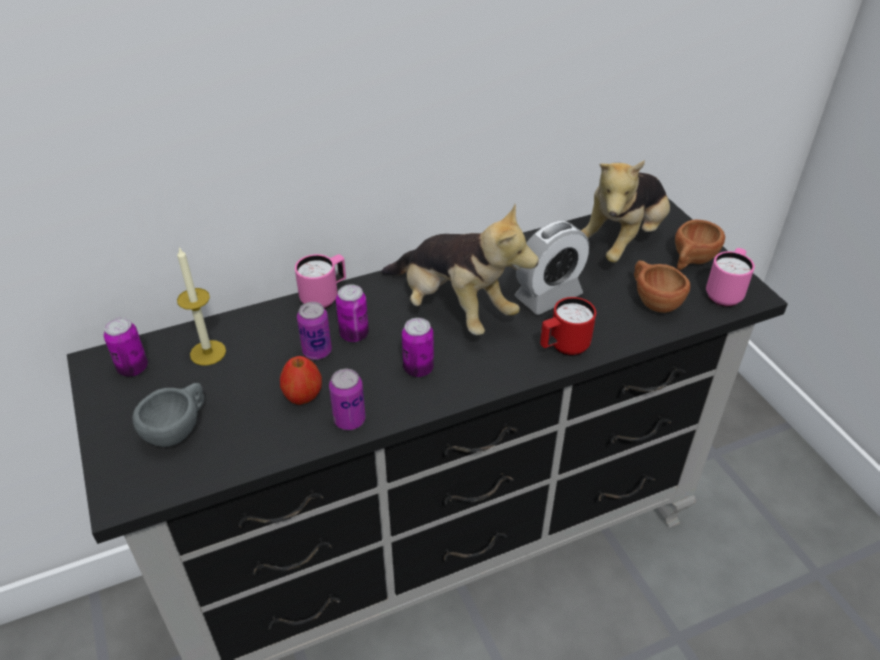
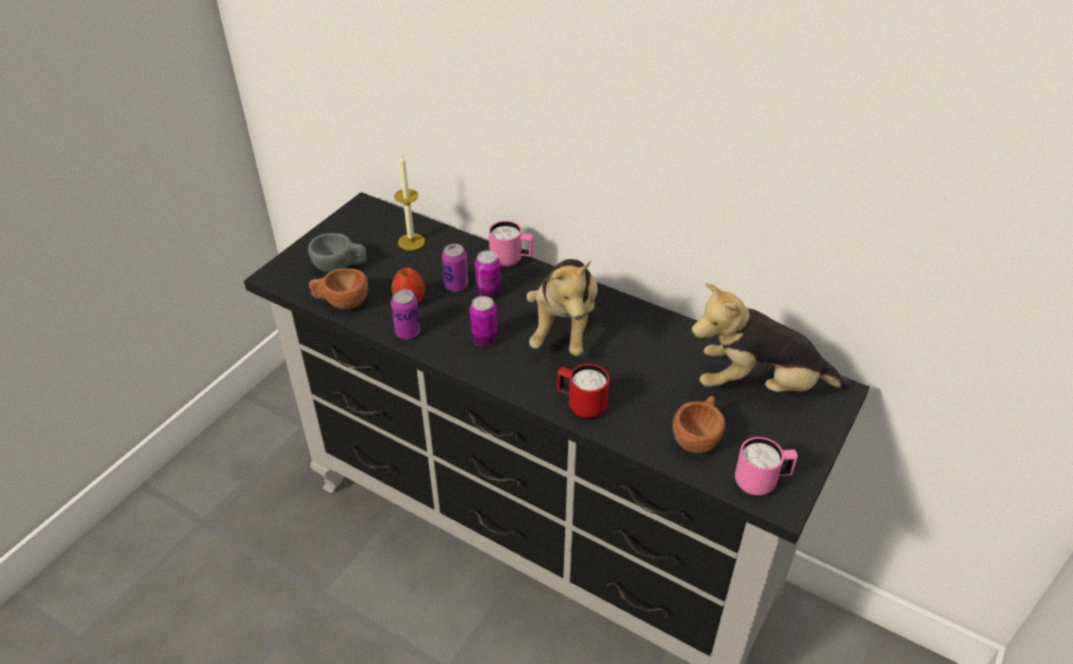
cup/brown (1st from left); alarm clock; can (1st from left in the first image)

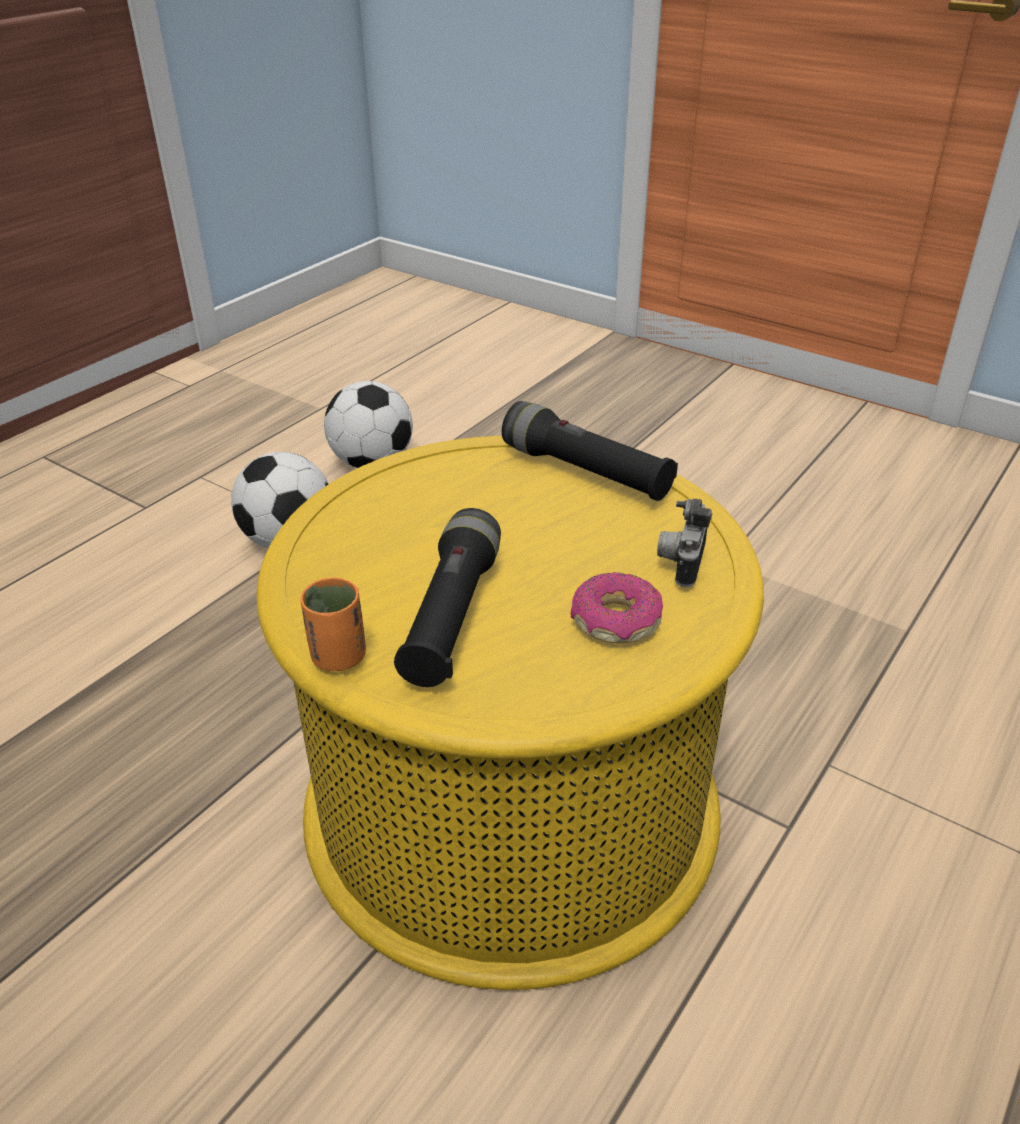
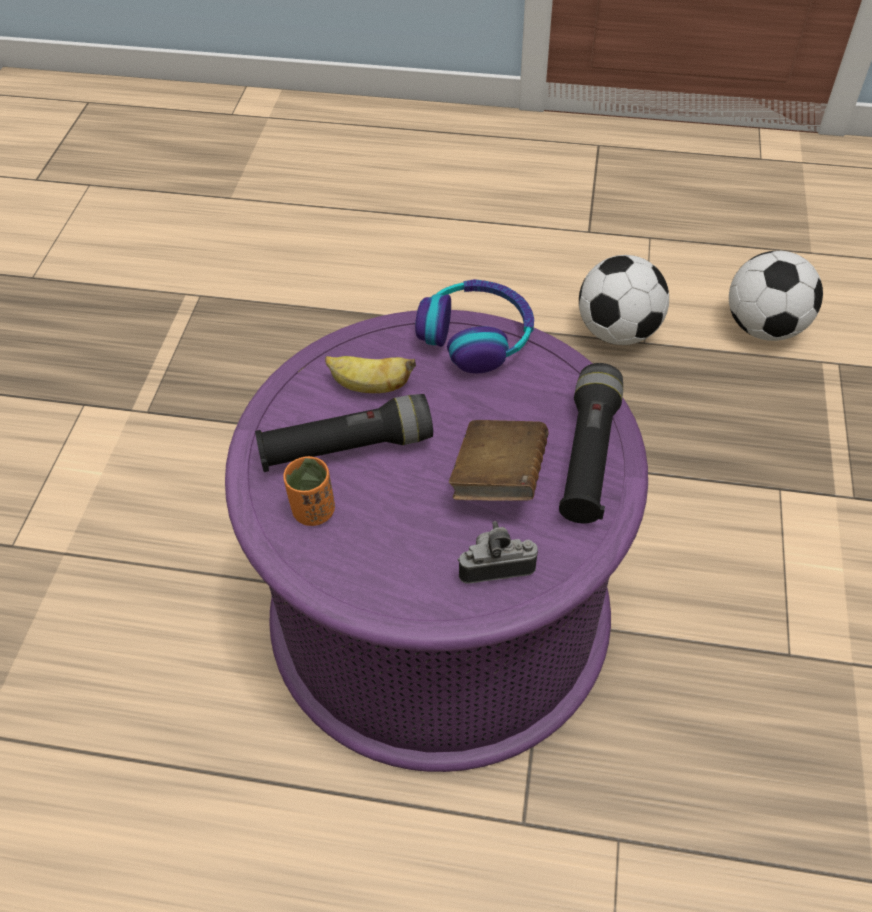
coffee table/purple; donut; cup/orange; headphones; banana; book/brown

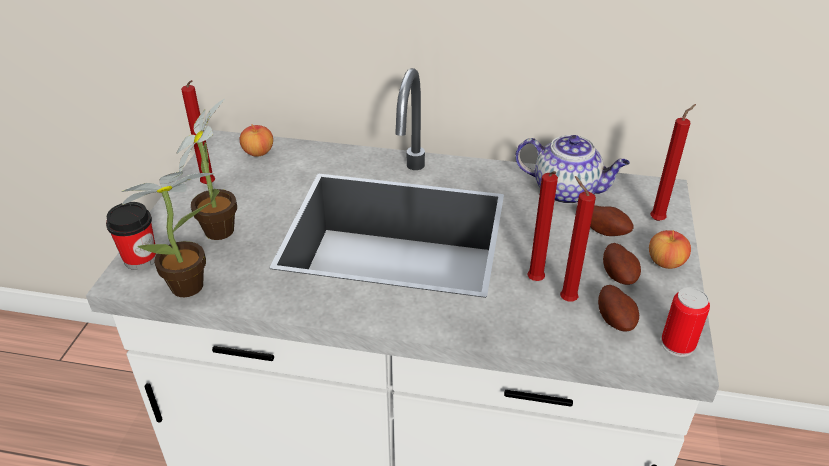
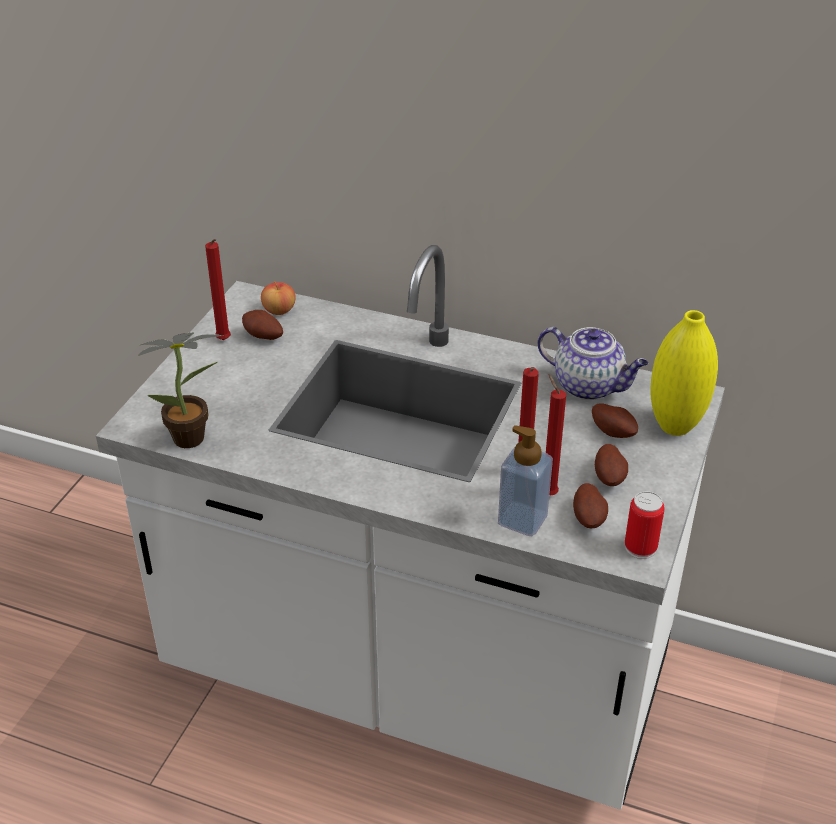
potted plant (2nd from left in the first image); vase/yellow; cup; apple (2nd from left in the first image); potato (1st from left); soap dispenser

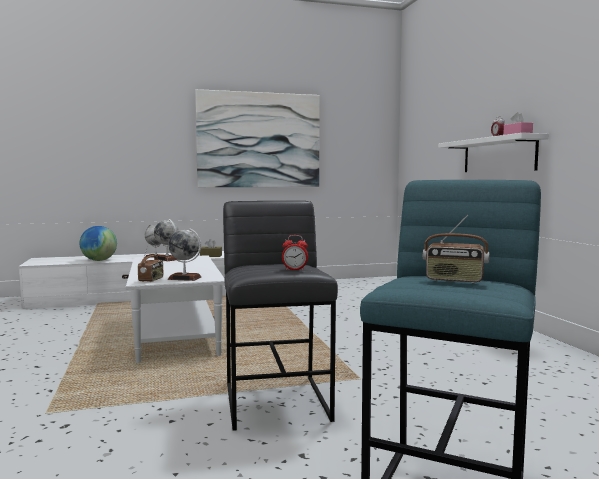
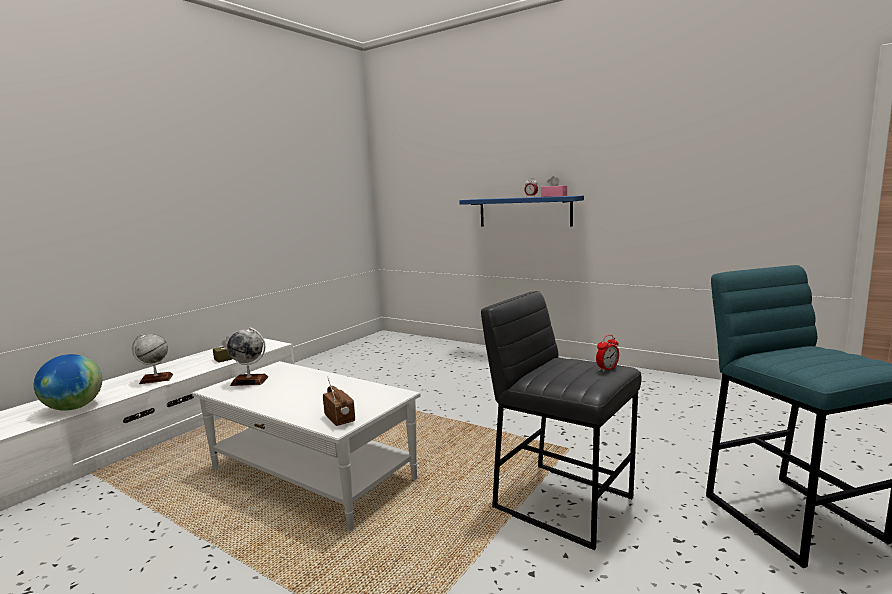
picture; shelf/blue; radio (2nd from left in the first image); globe (4th from left in the first image)

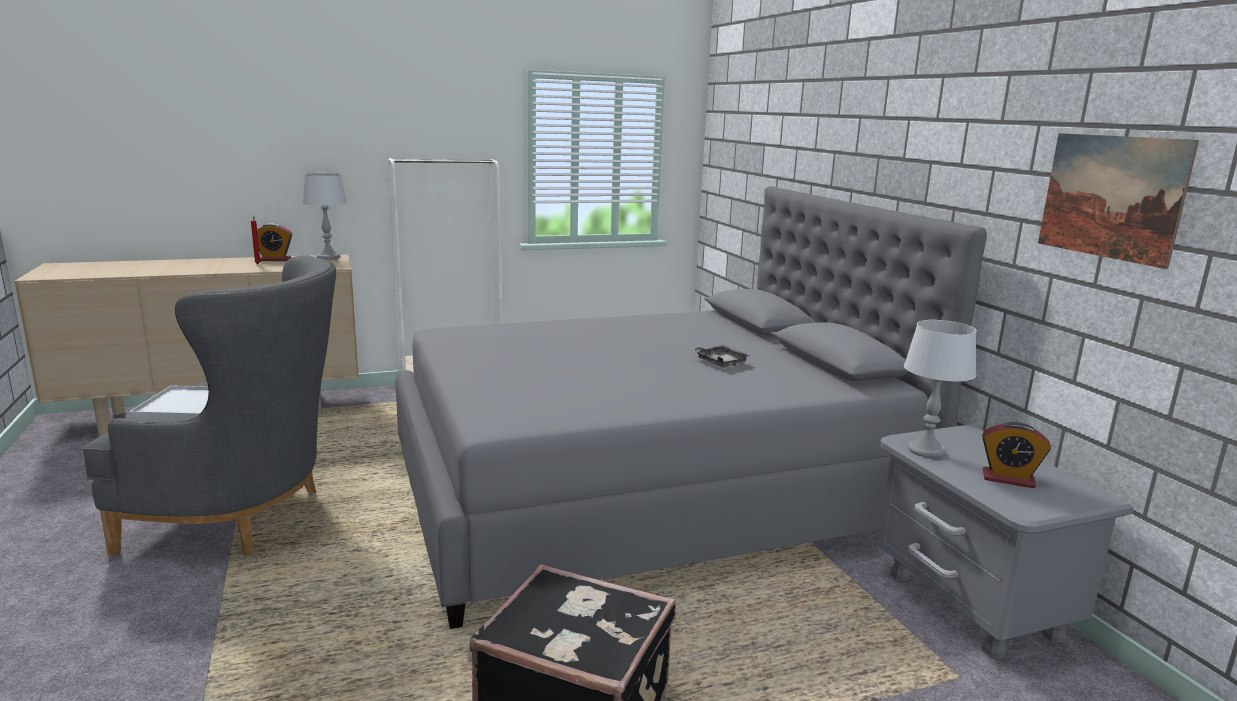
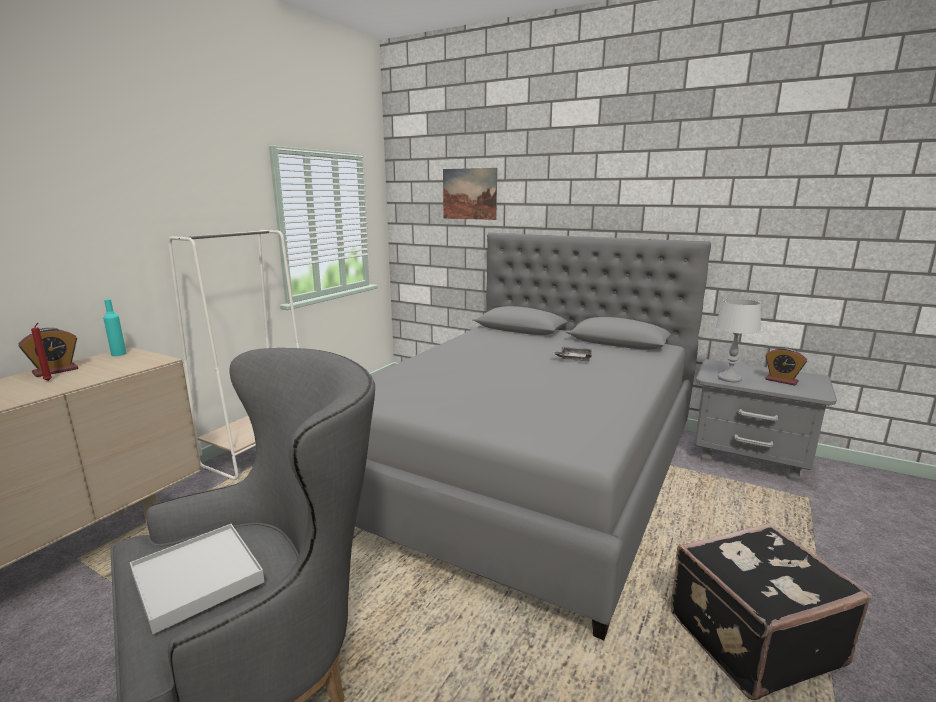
picture; bottle/turquoise; alarm clock (2nd from left)

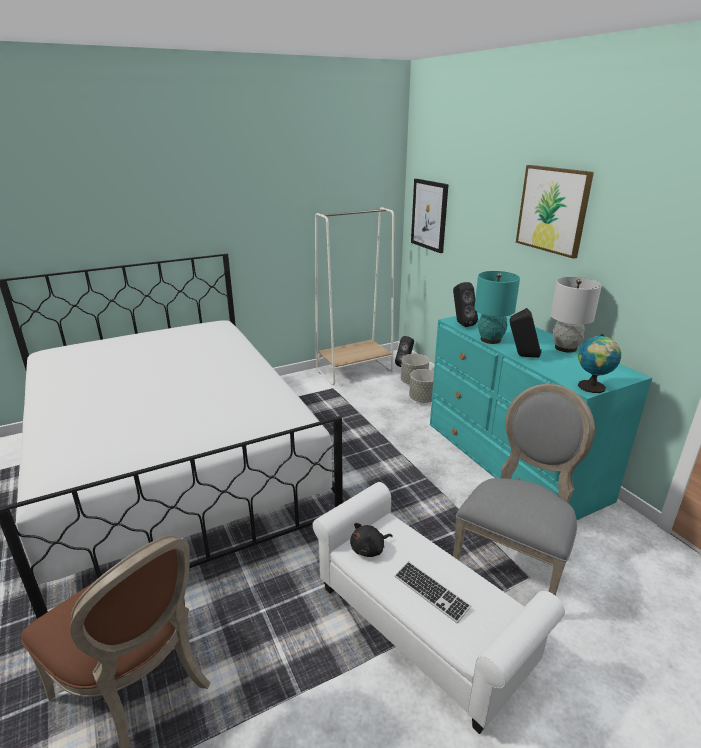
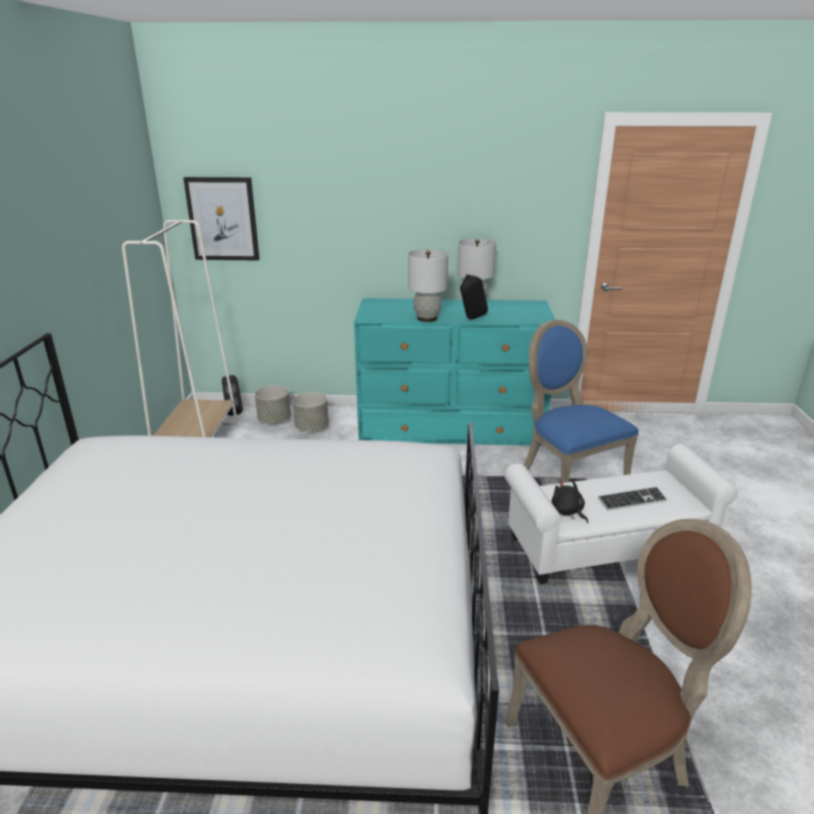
picture (2nd from left in the first image); table lamp/white (1st from left); speaker/black (2nd from left in the first image); globe; chair/blue; plush toy/black

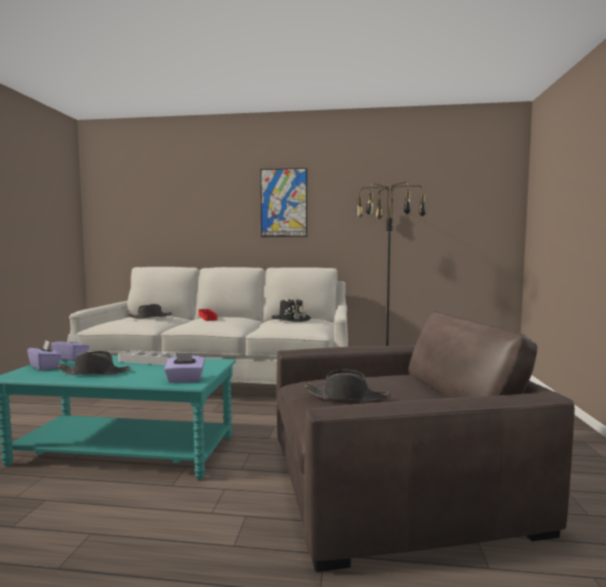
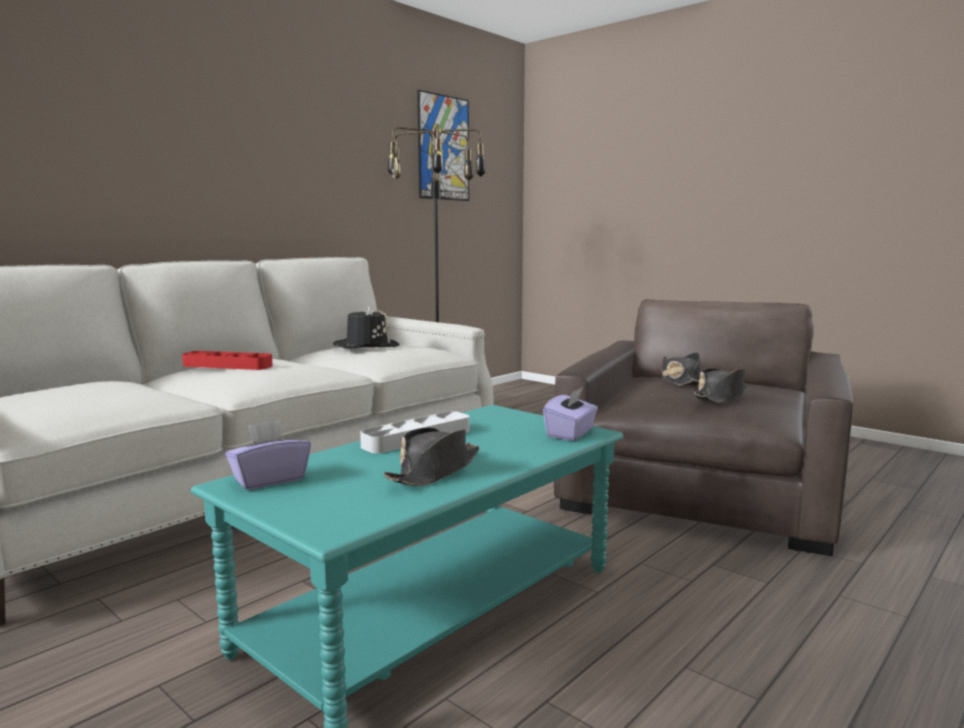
picture; hat/black (3rd from left); tissue box/purple (1st from left in the first image)

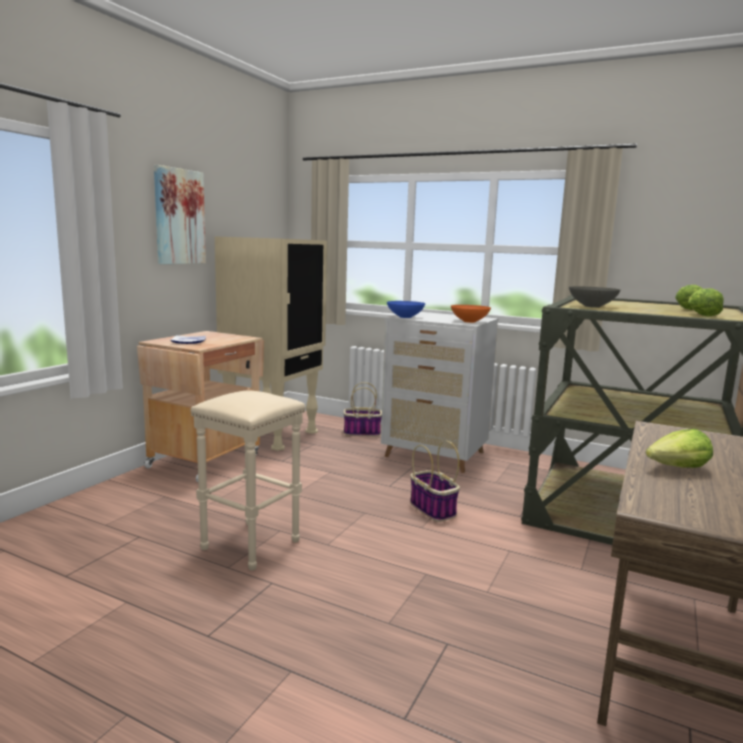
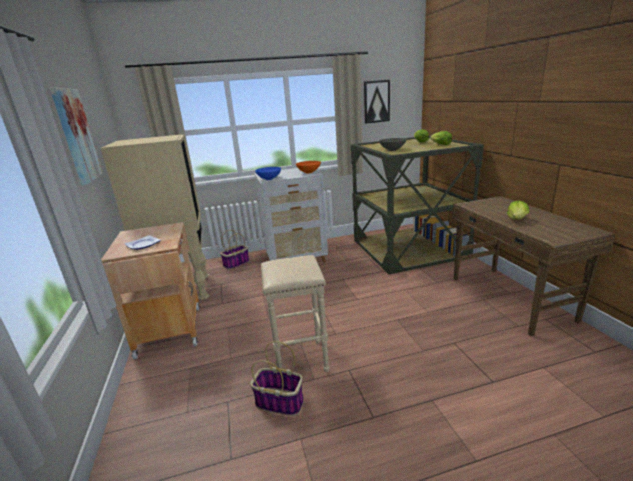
basket (2nd from left); picture (2nd from left)

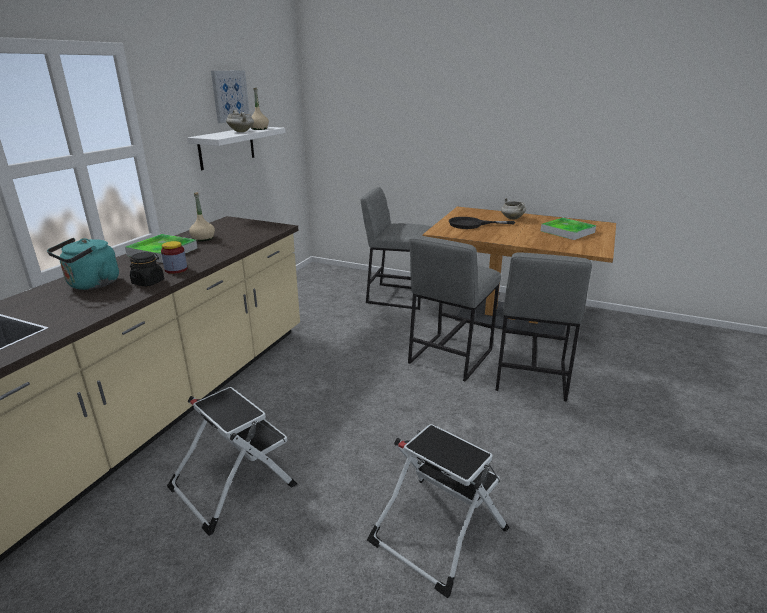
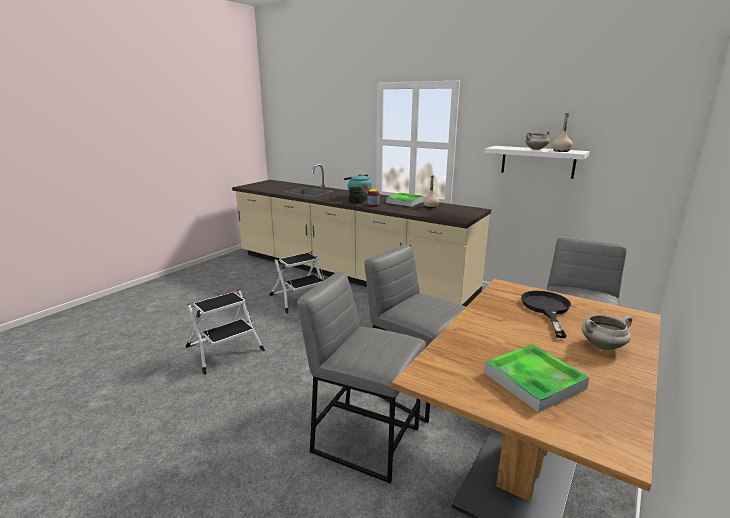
picture

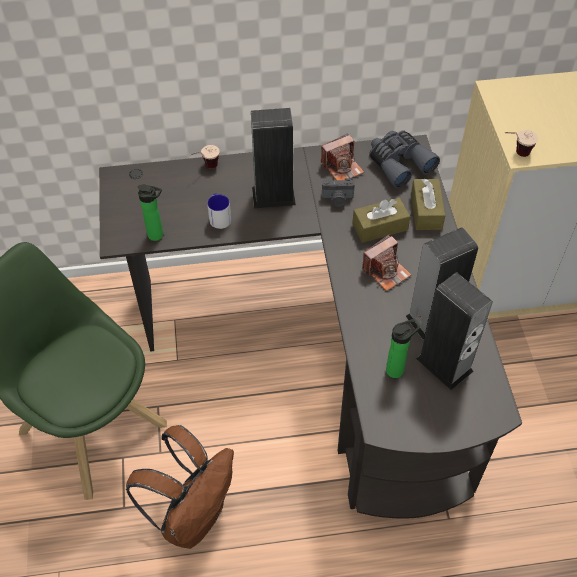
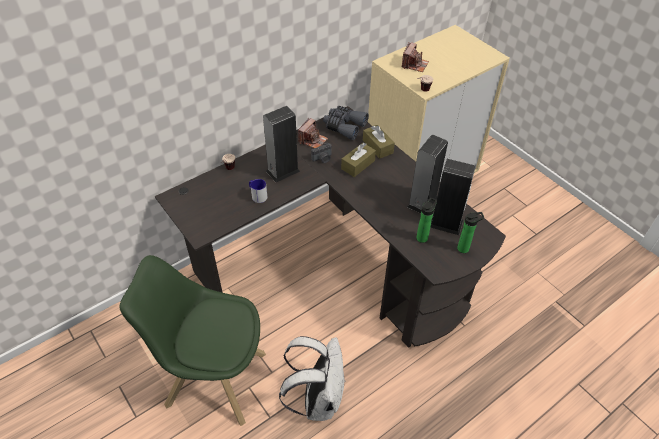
bottle (2nd from left); photo camera (3rd from left); backpack/white

